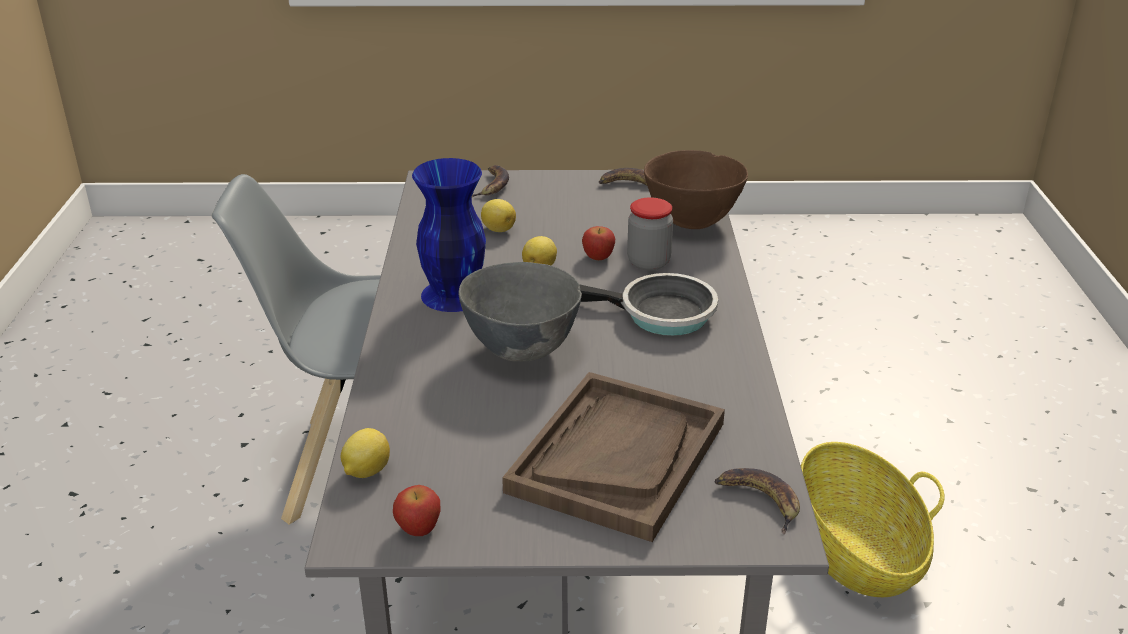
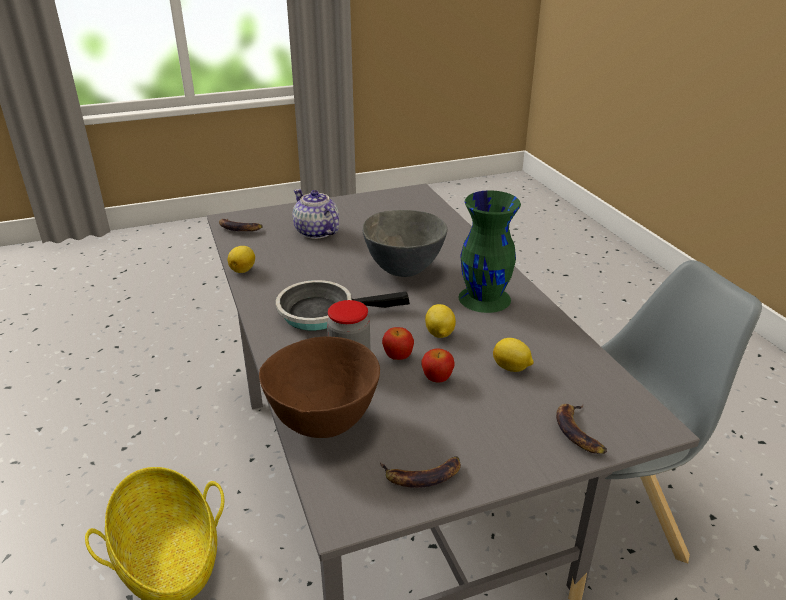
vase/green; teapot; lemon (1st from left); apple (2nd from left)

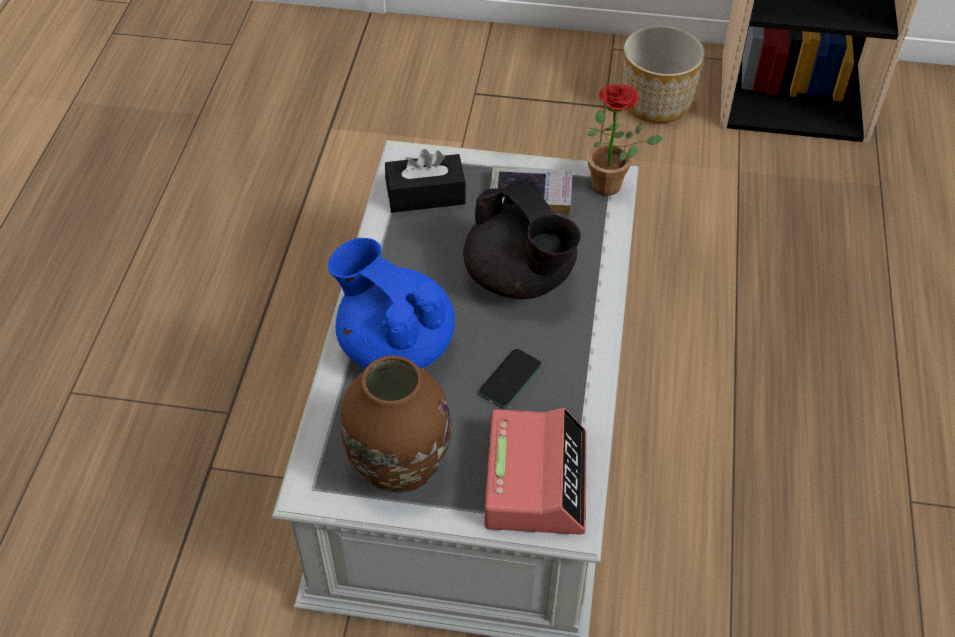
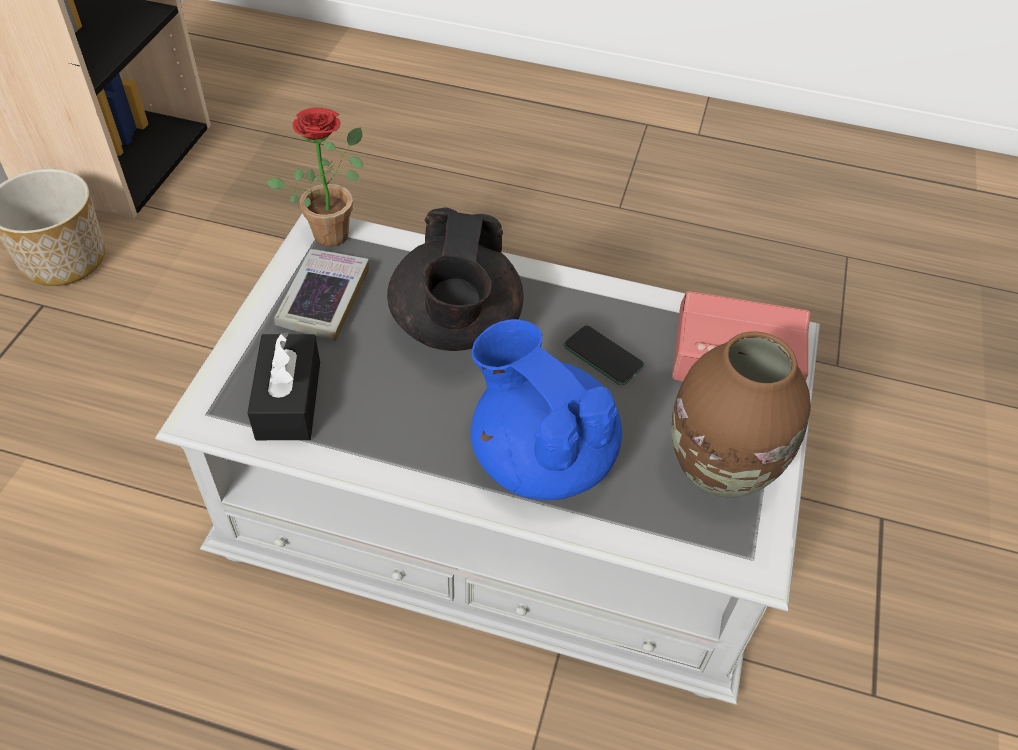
teapot/black; teapot/blue

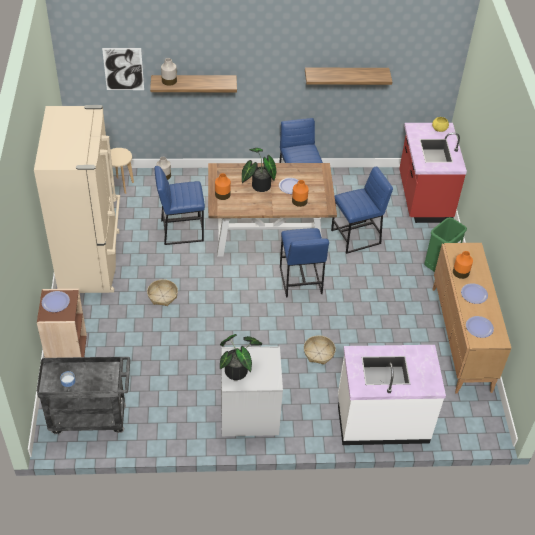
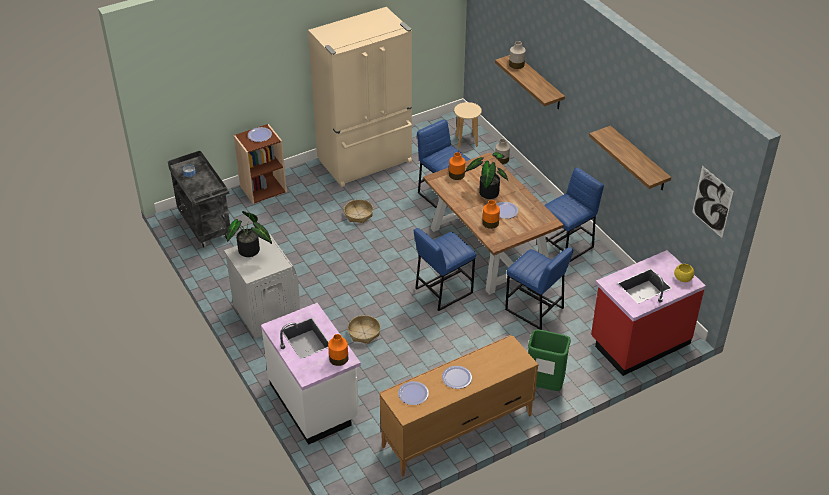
picture; vase/orange (1st from left)

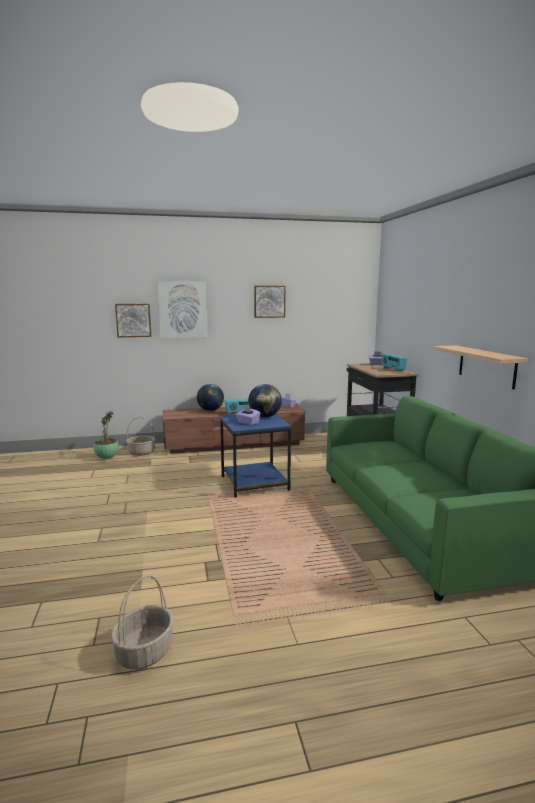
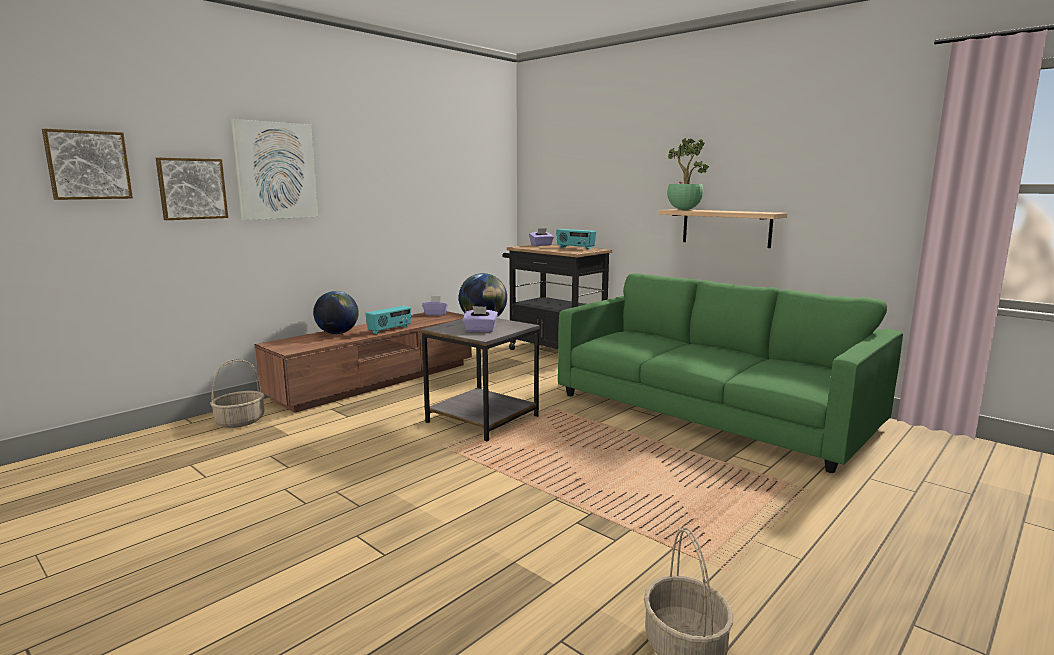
picture (1st from left); potted plant; side table/grey

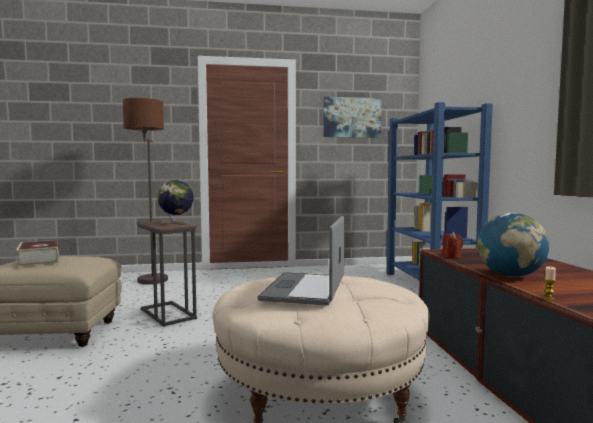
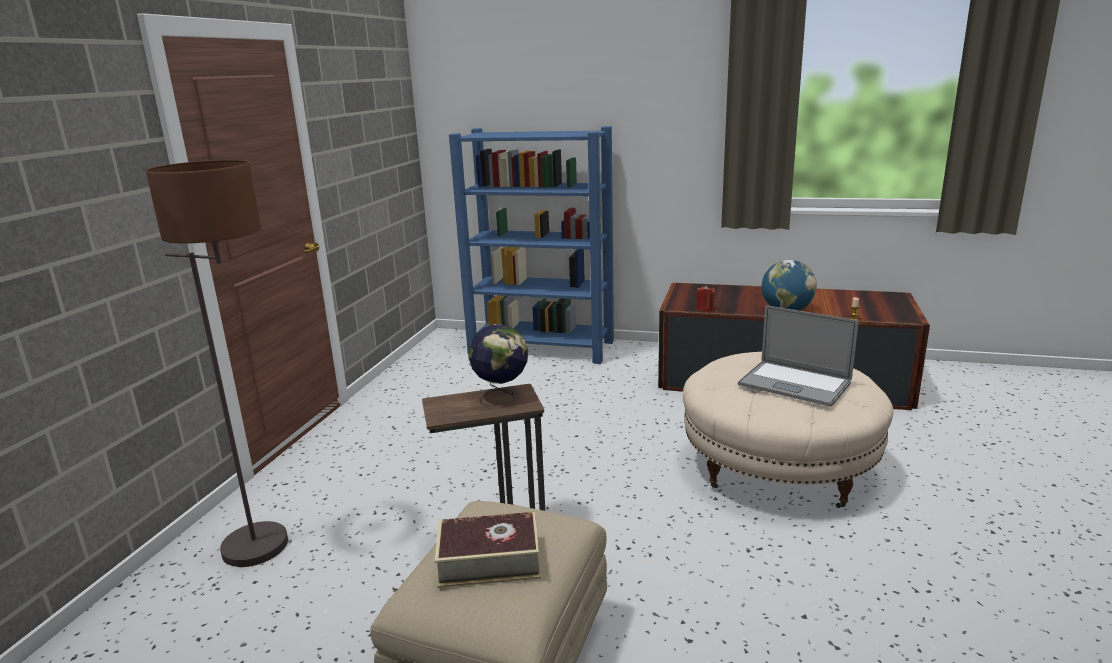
picture

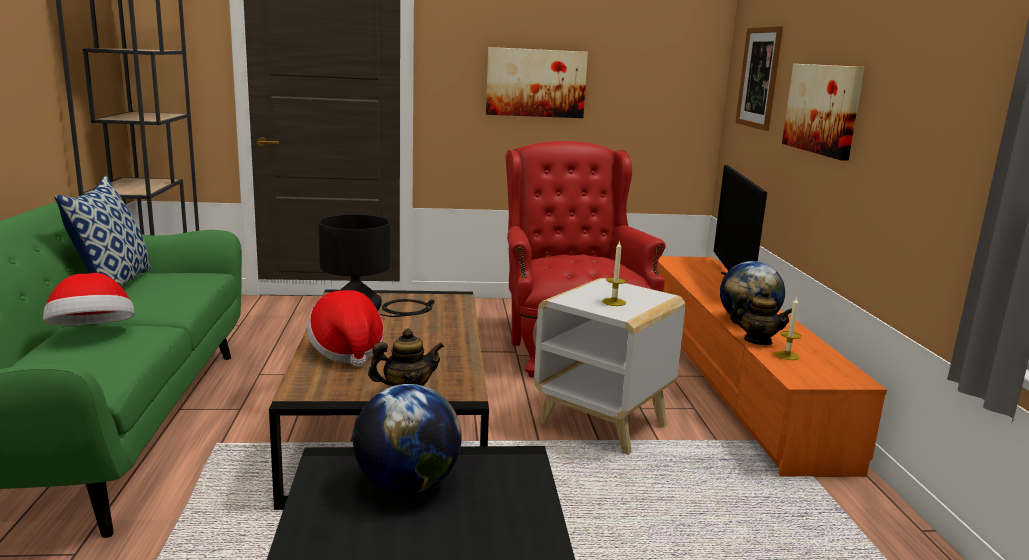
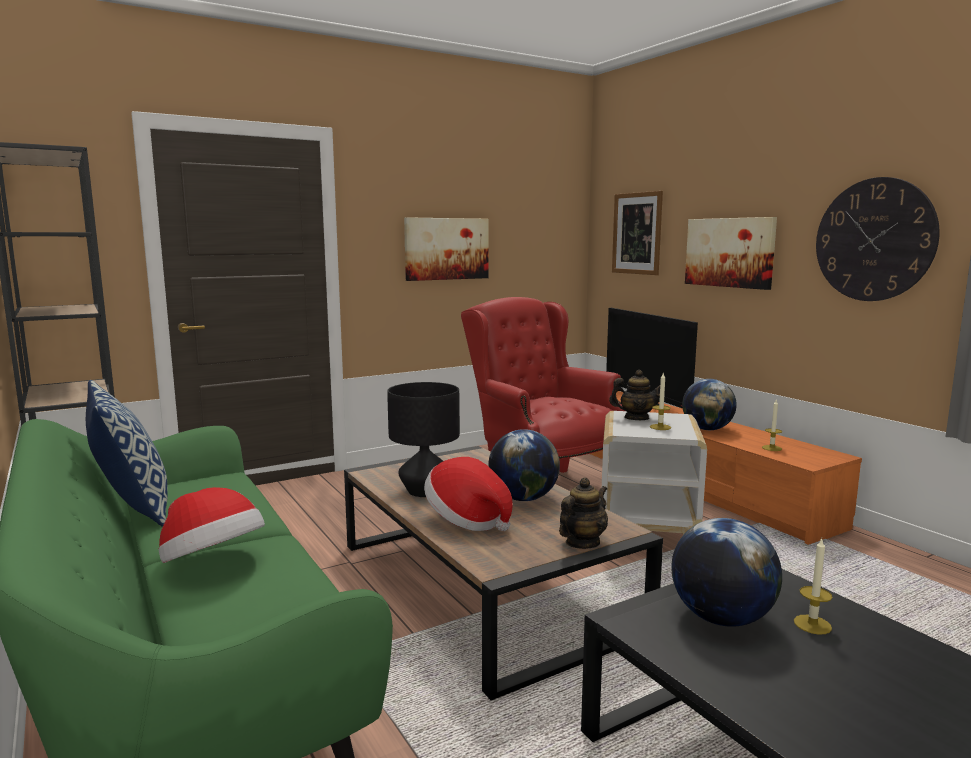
teapot (2nd from left); wall clock; globe (1st from left); candle (3rd from left)

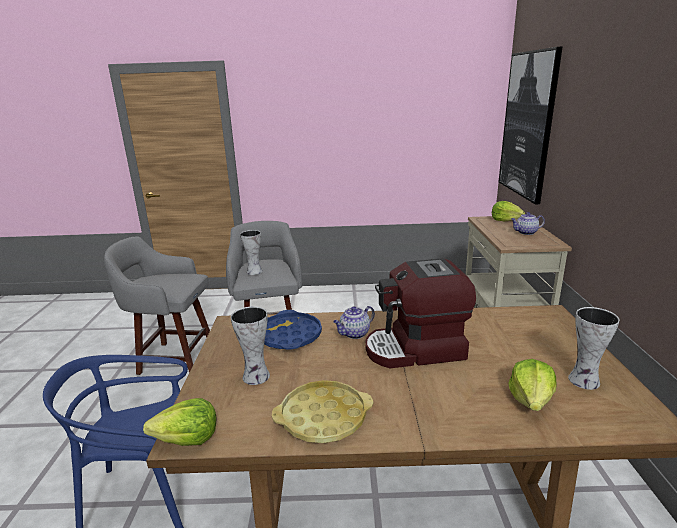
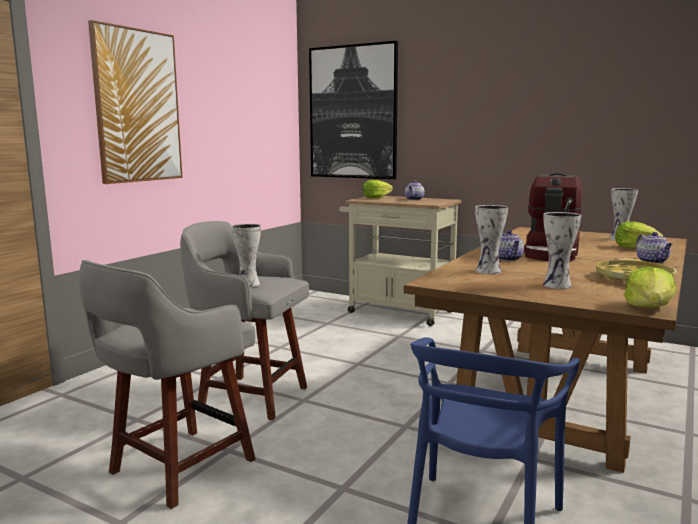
vase (2nd from left); picture (1st from left); teapot (3rd from left)

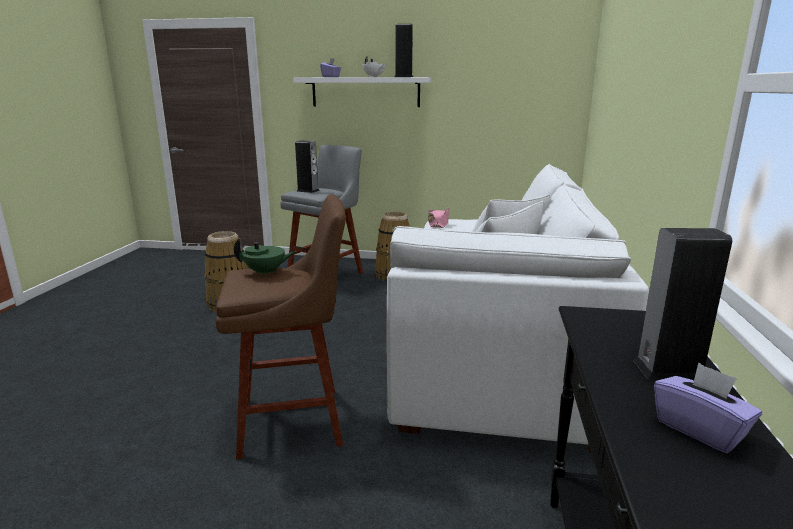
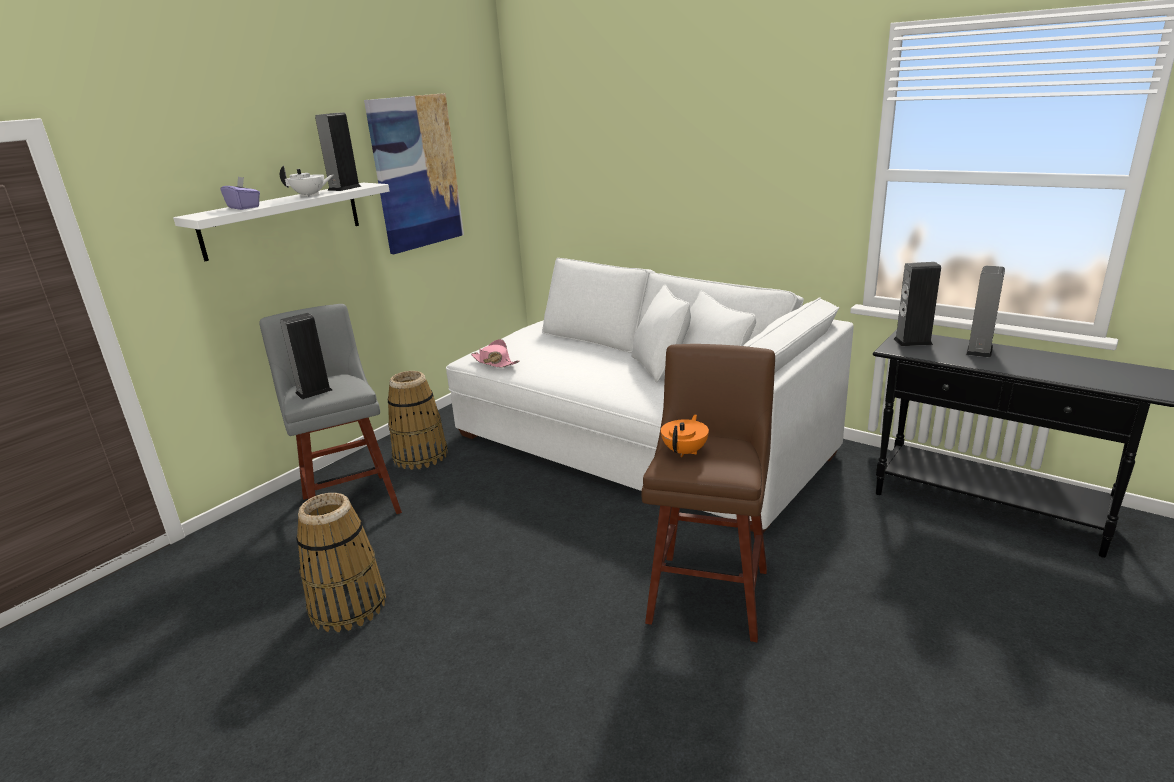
teapot/orange; tissue box/purple (2nd from left in the first image); picture; speaker (3rd from left)

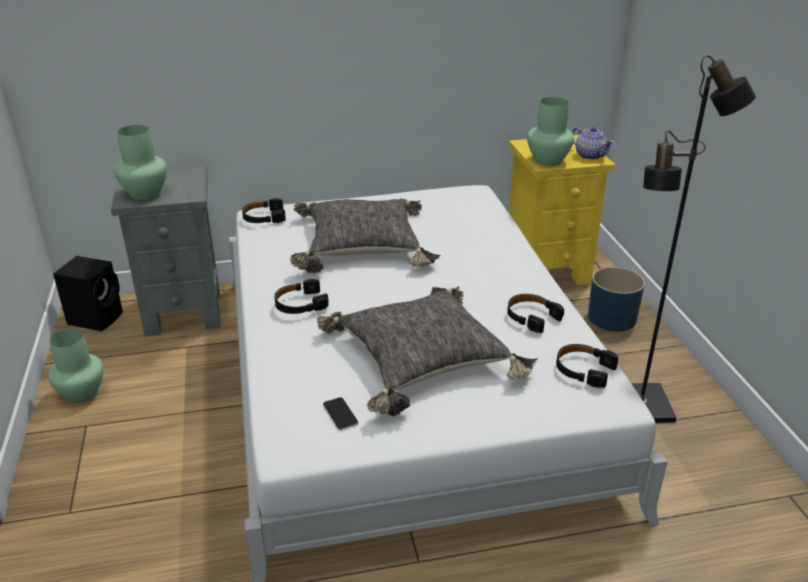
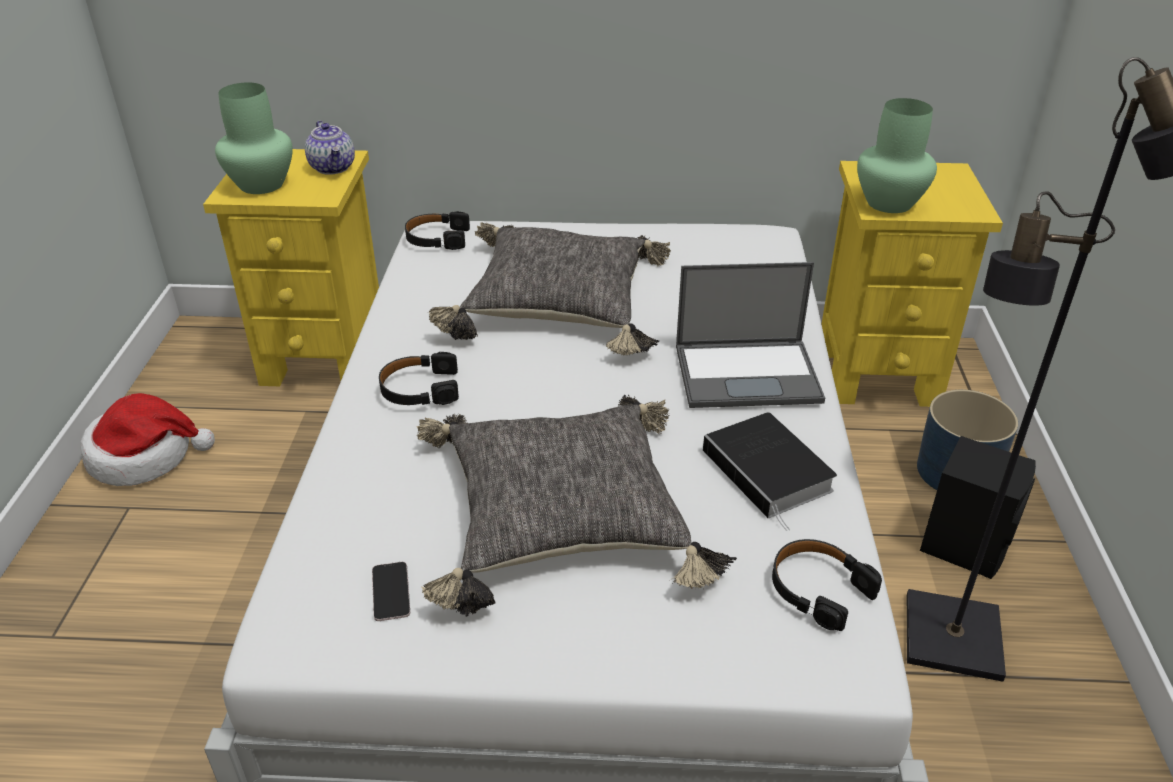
teapot; nightstand/yellow (1st from left); speaker/black; book; hat; laptop

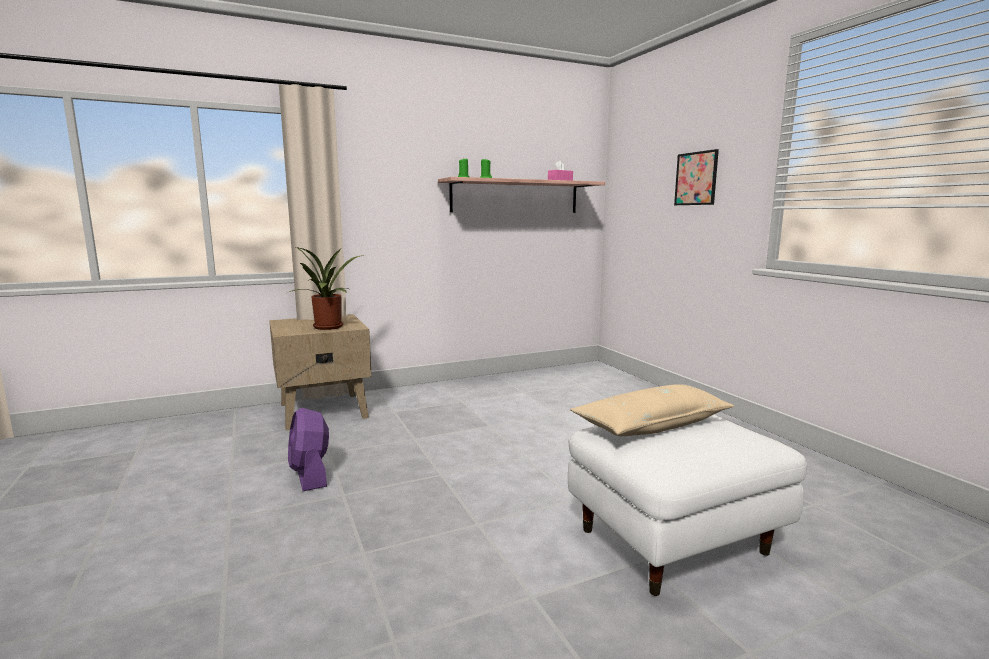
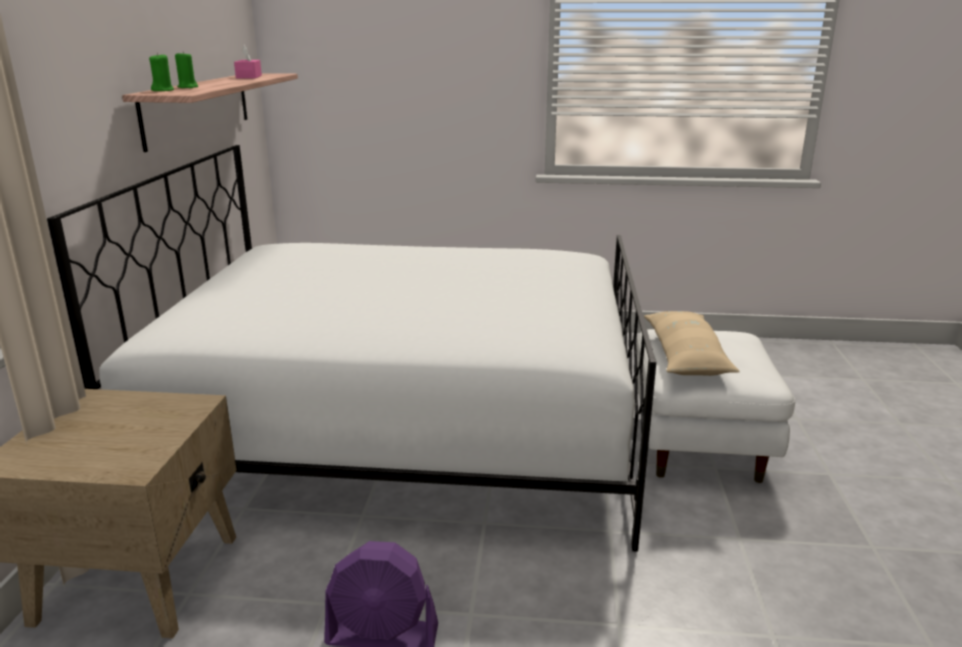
picture; potted plant; bed/white

